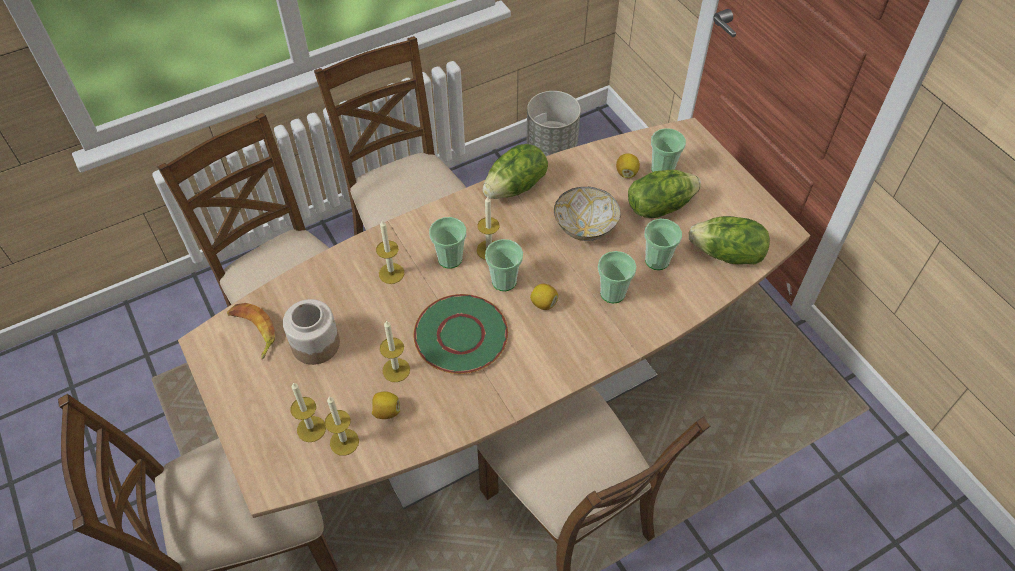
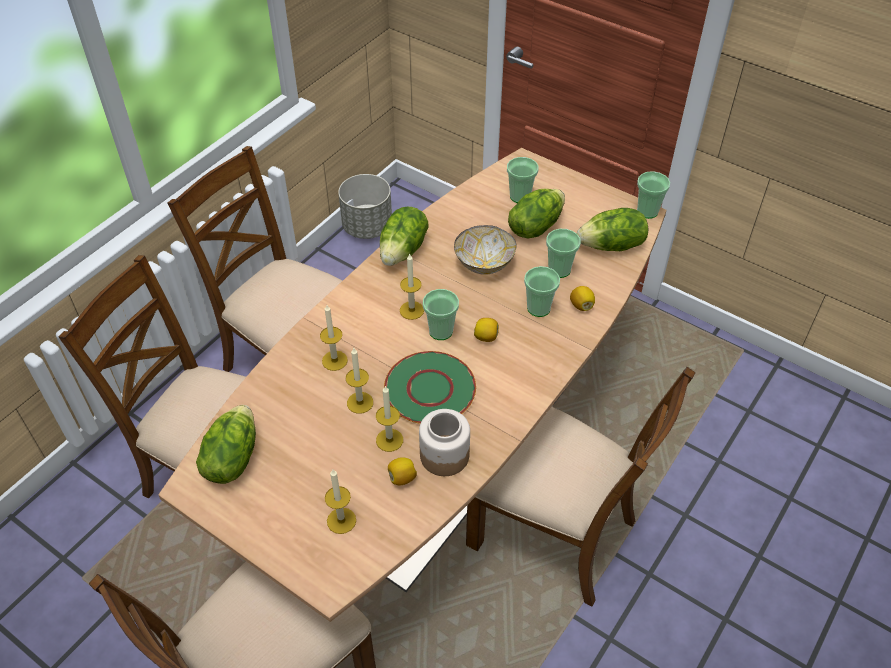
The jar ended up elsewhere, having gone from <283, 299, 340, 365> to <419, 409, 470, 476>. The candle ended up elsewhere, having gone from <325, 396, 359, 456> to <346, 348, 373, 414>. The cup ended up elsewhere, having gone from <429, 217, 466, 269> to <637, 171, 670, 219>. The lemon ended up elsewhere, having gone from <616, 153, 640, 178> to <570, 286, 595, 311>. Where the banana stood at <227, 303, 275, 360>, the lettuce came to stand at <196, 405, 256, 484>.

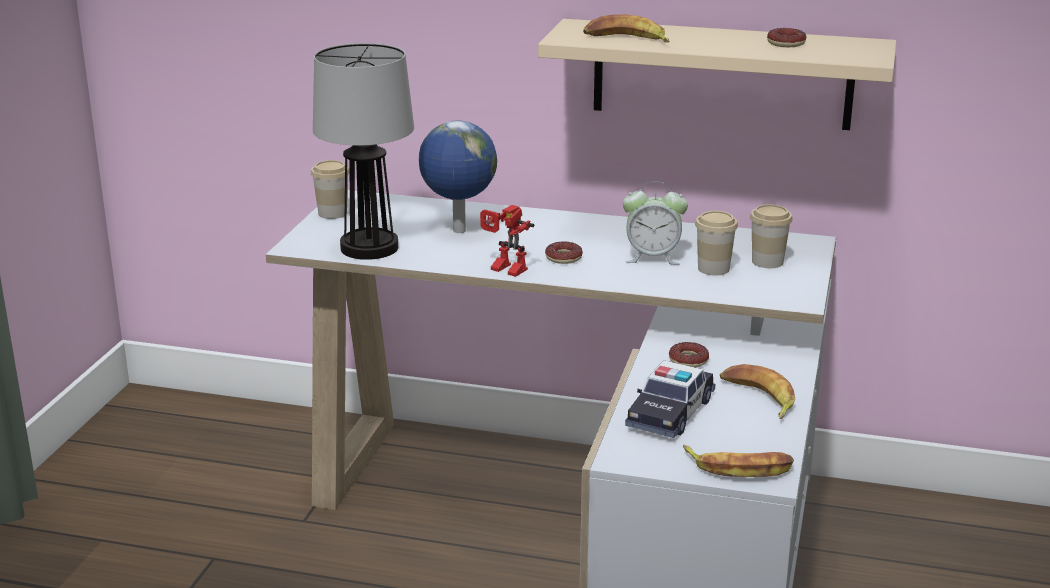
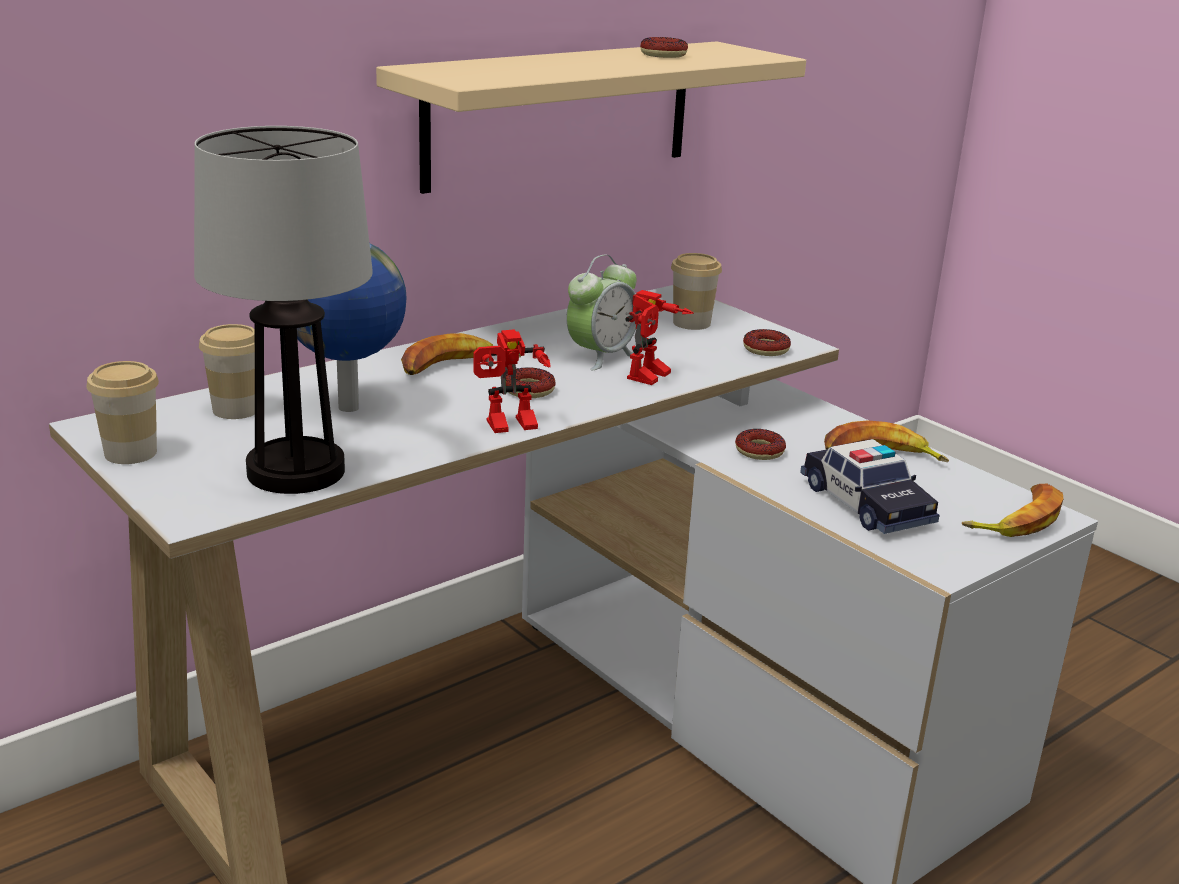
The second view gained the toy_robot at <625, 290, 693, 385>. The second view gained the donut at <743, 329, 791, 356>. The banana ended up elsewhere, having gone from <583, 14, 669, 43> to <401, 333, 521, 375>. The cup ended up elsewhere, having gone from <695, 211, 738, 275> to <199, 324, 255, 419>.

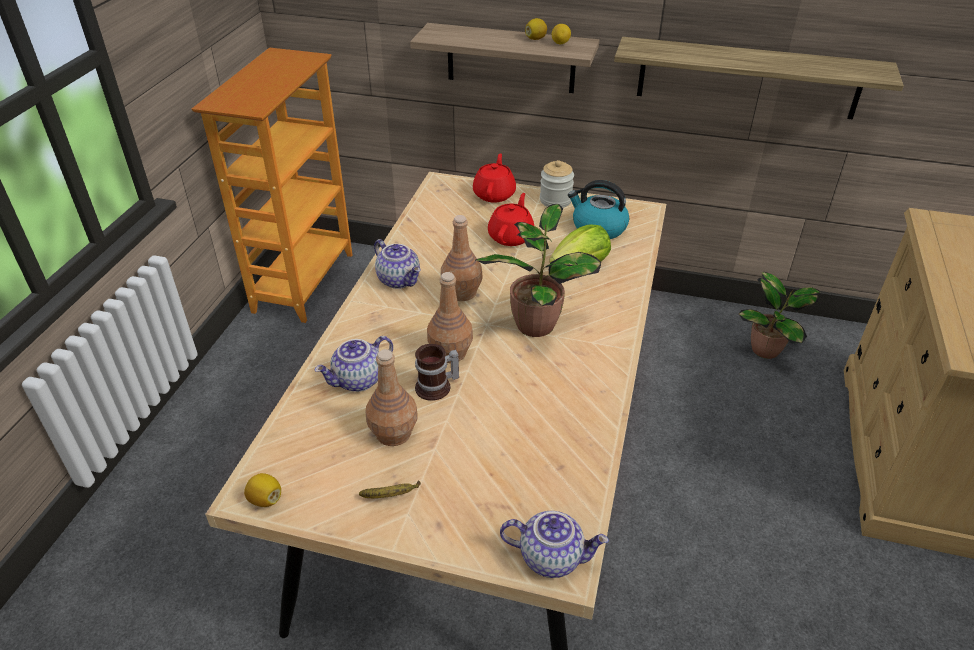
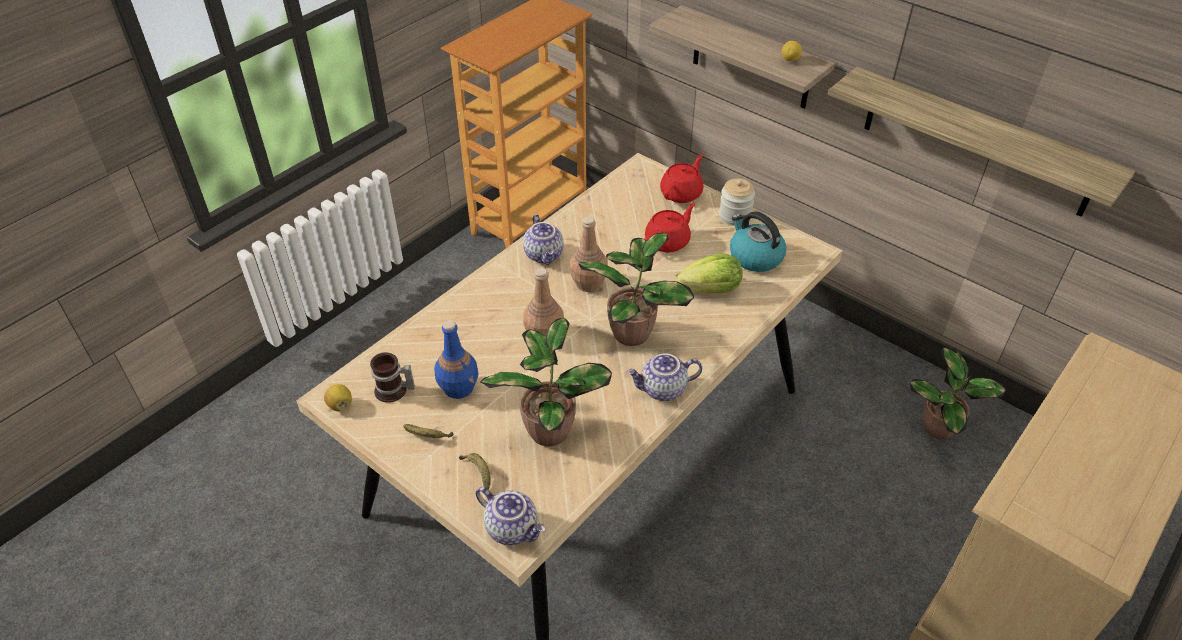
The second view lost the lemon at <525, 18, 547, 40>. The second view gained the banana at <459, 453, 491, 489>. The second view gained the potted_plant at <481, 318, 612, 446>. The teapot ended up elsewhere, having gone from <315, 336, 393, 392> to <626, 354, 702, 401>. The mug ended up elsewhere, having gone from <415, 344, 459, 401> to <370, 352, 415, 403>. What was the brown_bottle at <365, 349, 418, 446> turned into the blue_bottle at <434, 320, 479, 399>.

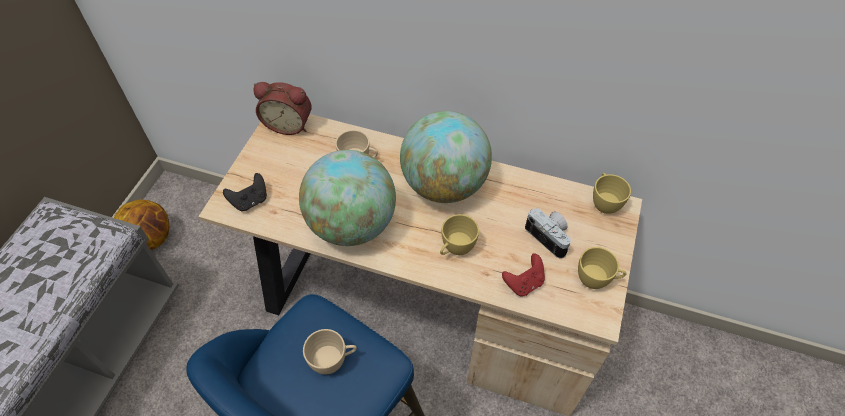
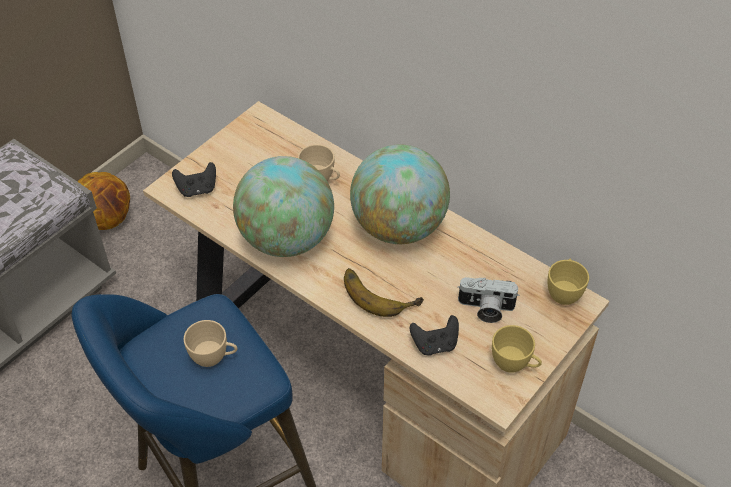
The second view lost the alarm_clock at <253, 82, 312, 135>. Where the yellow_cup stood at <440, 214, 479, 255>, the banana came to stand at <344, 268, 424, 317>. What was the red_game_controller at <502, 253, 545, 296> turned into the black_game_controller at <410, 315, 459, 356>. The photo_camera at <525, 208, 571, 259> ended up facing another way, 120 degrees clockwise from before.

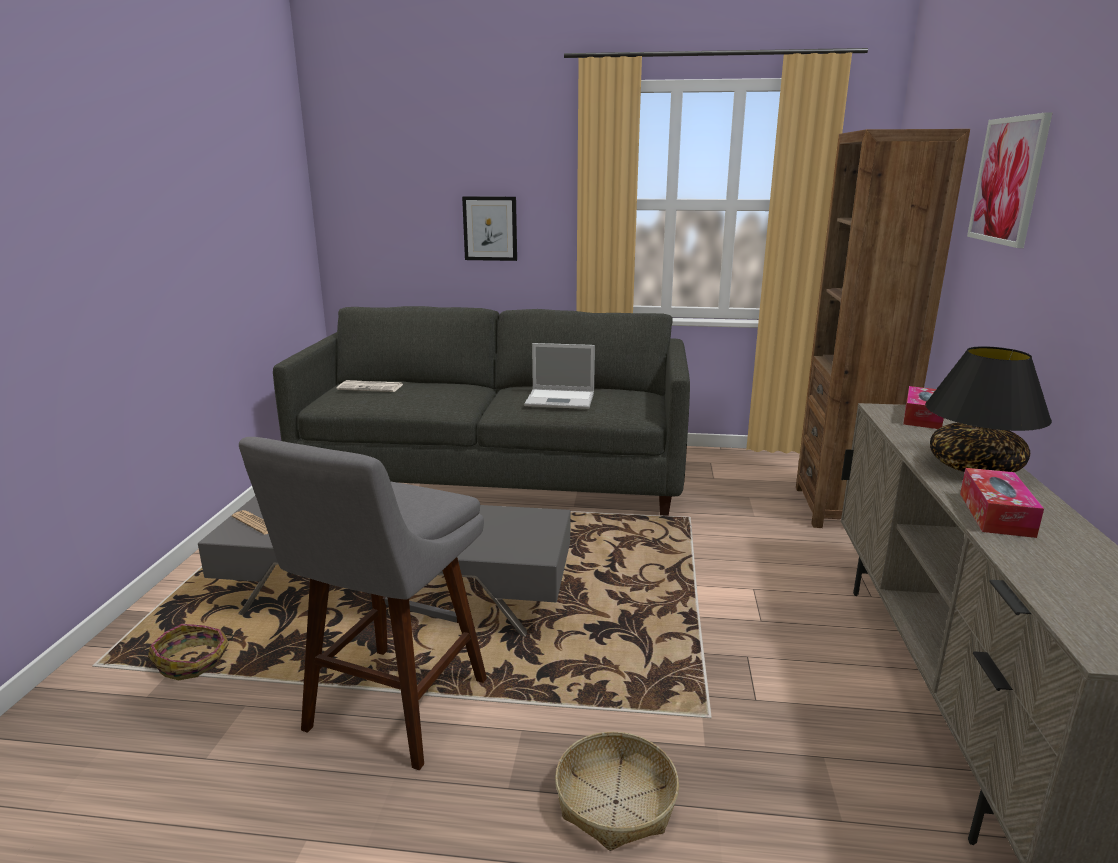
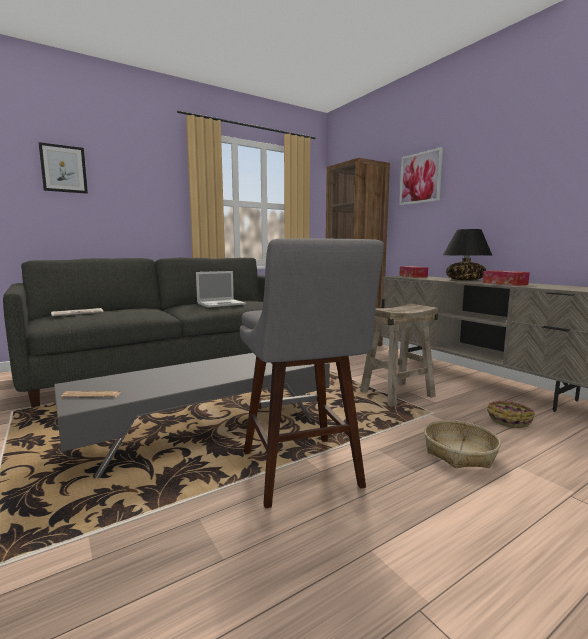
The second view gained the beige_stool at <360, 304, 438, 407>. The basket ended up elsewhere, having gone from <148, 624, 233, 680> to <487, 401, 535, 428>. The picture ended up elsewhere, having gone from <462, 196, 517, 261> to <39, 142, 88, 194>.

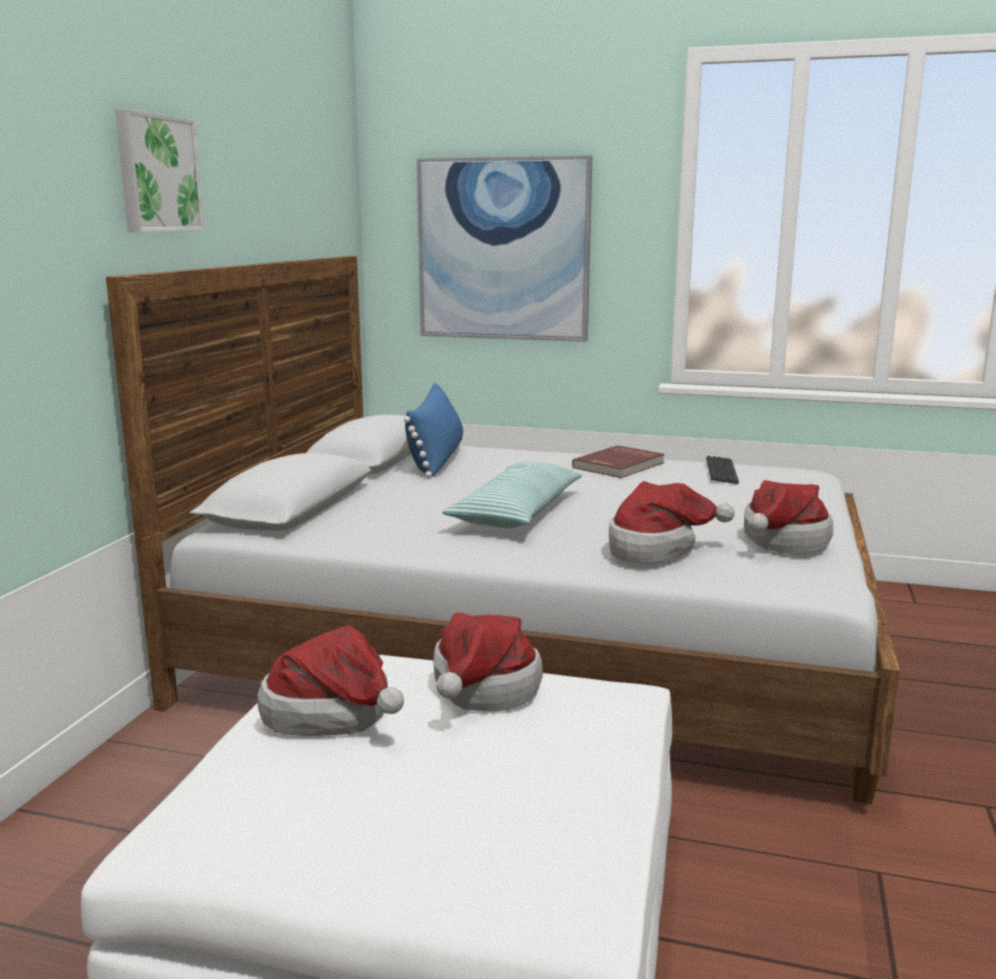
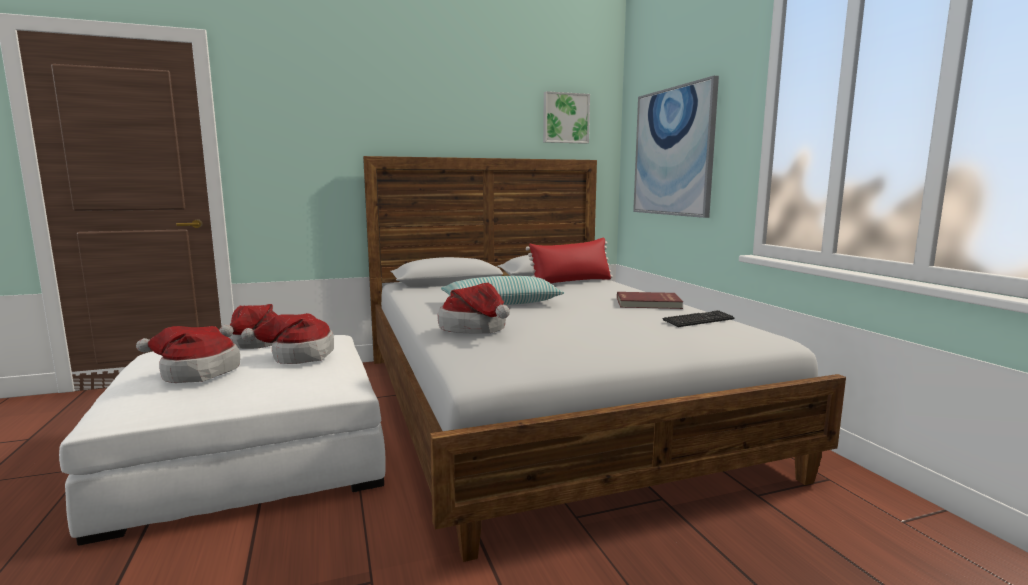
The picture ended up elsewhere, having gone from <115, 109, 204, 232> to <543, 91, 590, 144>. The hat ended up elsewhere, having gone from <744, 480, 833, 554> to <136, 326, 240, 383>. What was the blue_pillow at <404, 383, 463, 478> turned into the red_pillow at <526, 238, 613, 283>.

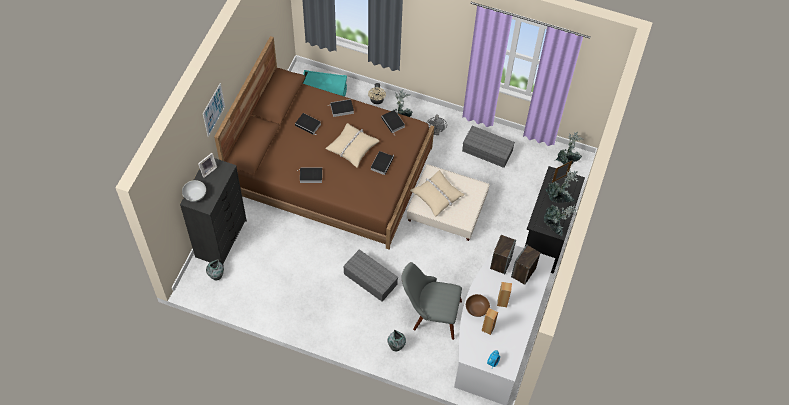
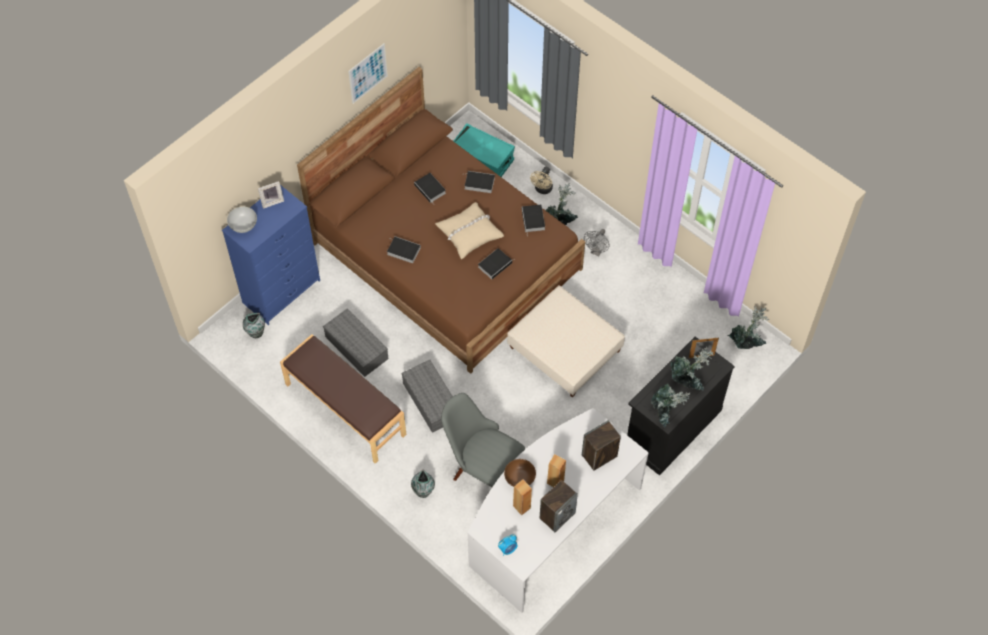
The second view lost the beige_pillow at <410, 170, 464, 217>. The second view gained the brown_bench at <280, 334, 406, 464>. The picture ended up elsewhere, having gone from <203, 83, 225, 137> to <348, 43, 388, 104>. The grey_storage_box ended up elsewhere, having gone from <462, 126, 515, 168> to <323, 308, 389, 377>. The speaker ended up elsewhere, having gone from <490, 235, 516, 274> to <540, 480, 578, 533>. What was the black_dresser at <180, 156, 247, 265> turned into the blue_dresser at <222, 185, 320, 325>.

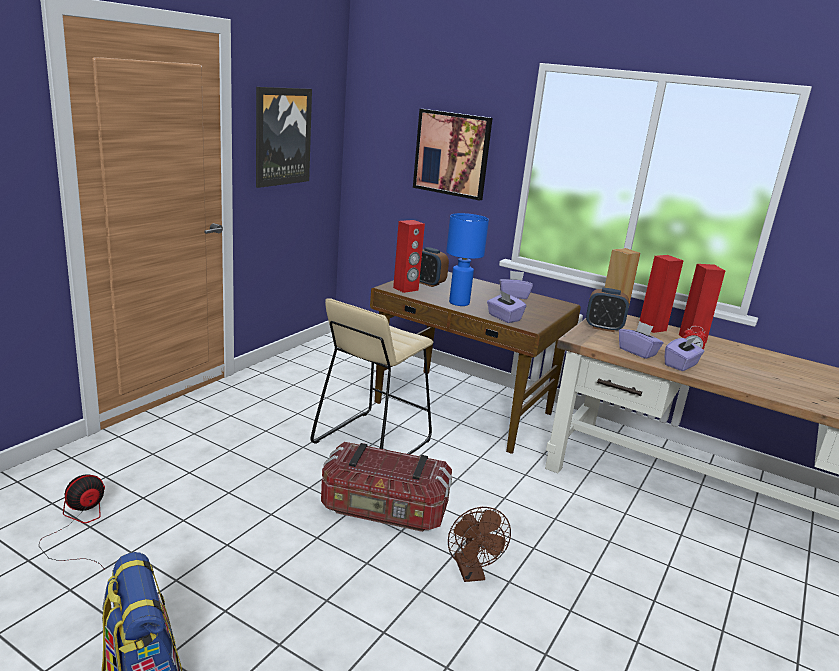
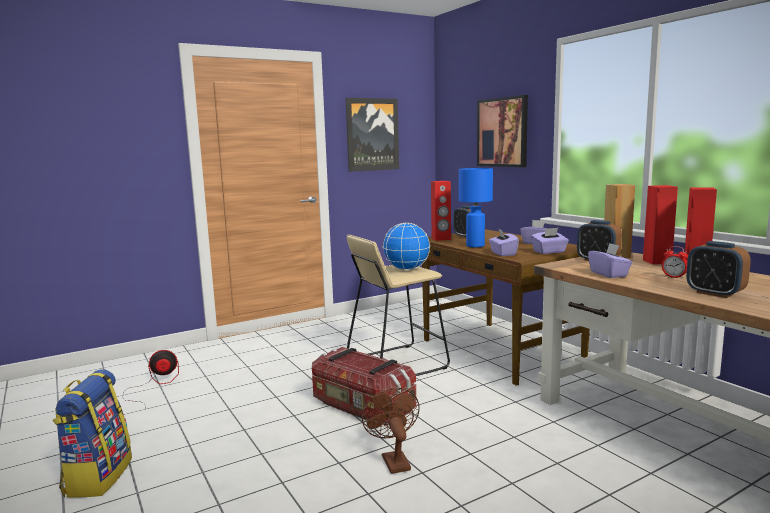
The second view gained the globe at <383, 223, 430, 270>. The second view gained the alarm_clock at <686, 241, 751, 298>. The purple_tissue_box ended up elsewhere, having gone from <665, 337, 704, 371> to <531, 228, 569, 254>. The brown_fan at <448, 507, 511, 582> ended up facing another way, 150 degrees clockwise from before.

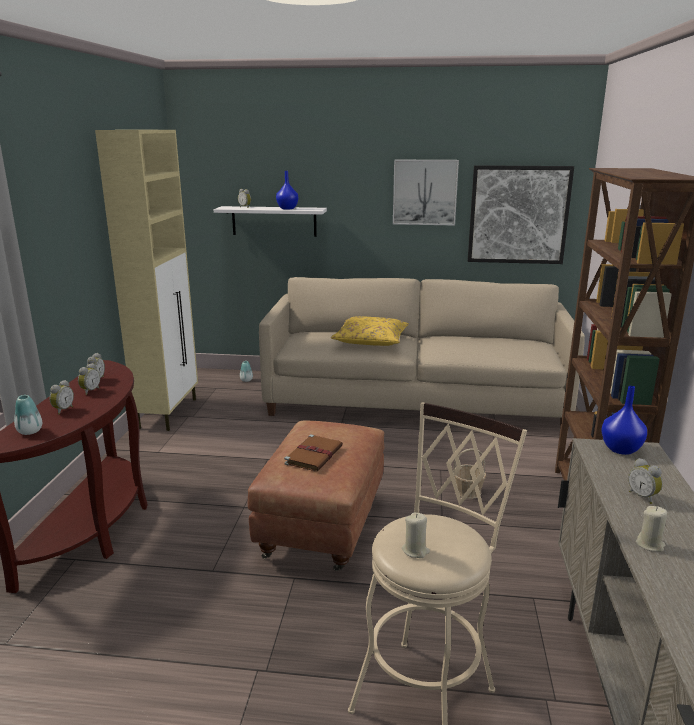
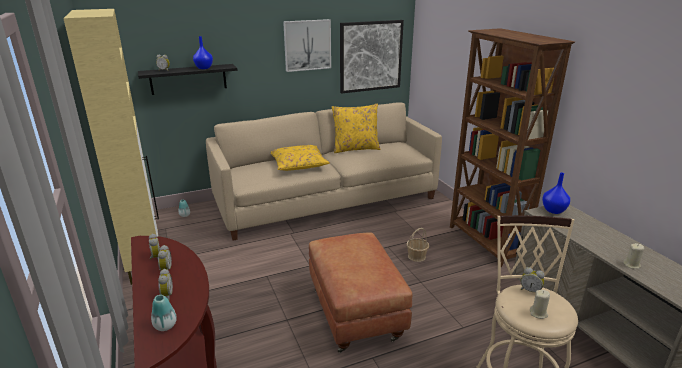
The second view lost the brown_book at <284, 435, 343, 471>. The second view gained the yellow_pillow at <331, 103, 381, 153>. The alarm_clock ended up elsewhere, having gone from <628, 458, 663, 504> to <521, 267, 545, 292>. What was the white_shelf at <214, 206, 327, 237> turned into the black_shelf at <138, 64, 238, 95>.

